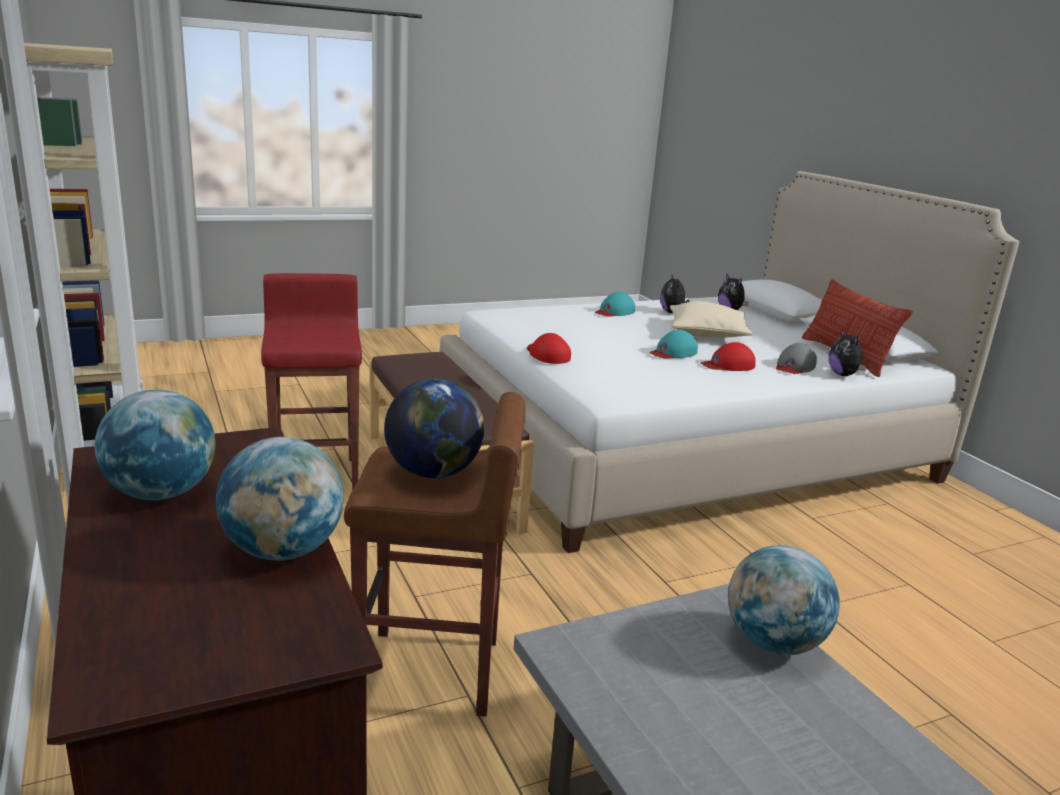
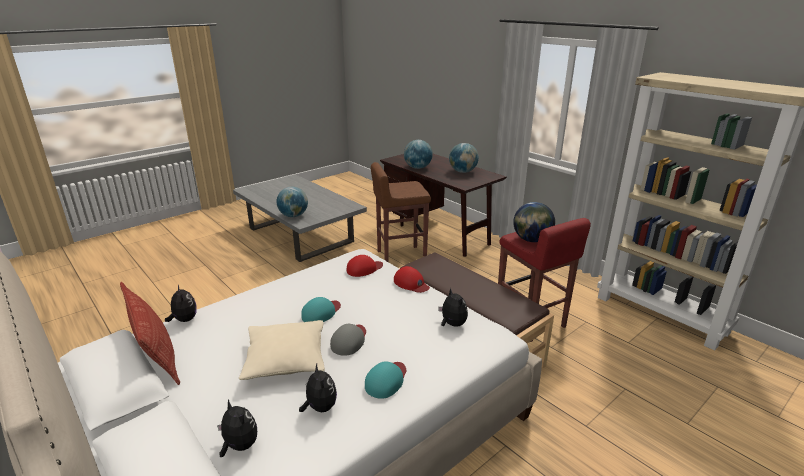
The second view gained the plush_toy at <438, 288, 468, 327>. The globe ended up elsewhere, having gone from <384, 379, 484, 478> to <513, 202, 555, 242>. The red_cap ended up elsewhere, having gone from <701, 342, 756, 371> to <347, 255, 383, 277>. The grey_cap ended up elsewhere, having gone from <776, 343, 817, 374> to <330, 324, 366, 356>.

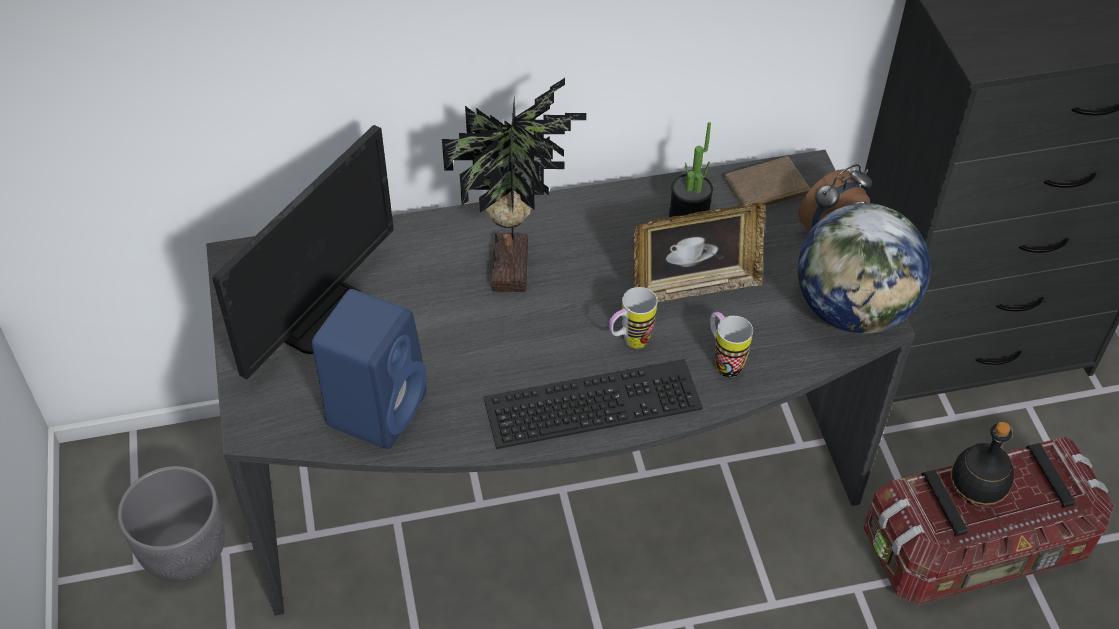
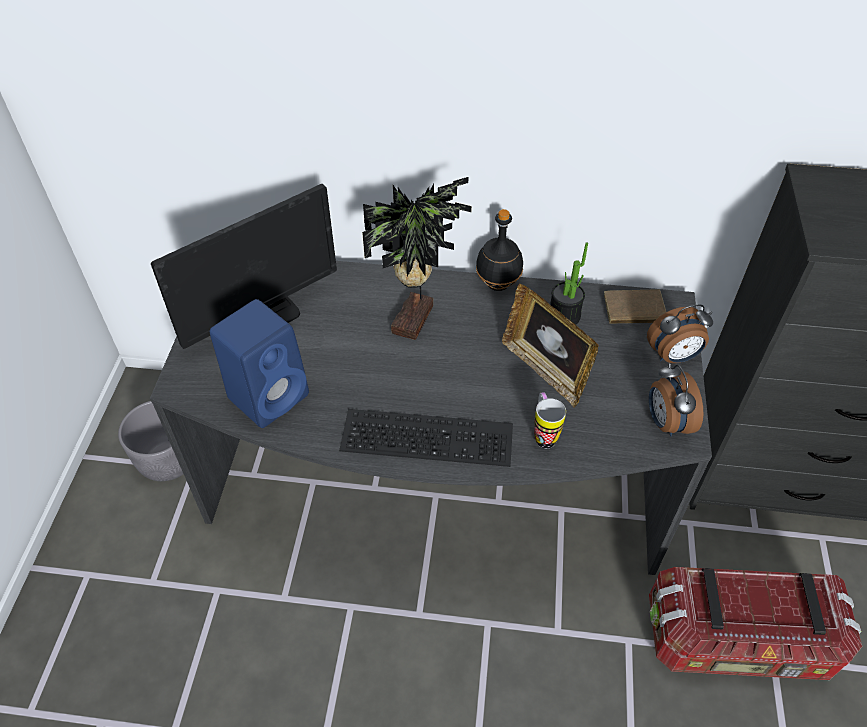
The second view lost the mug at <609, 287, 657, 348>. The black_bottle ended up elsewhere, having gone from <951, 422, 1014, 506> to <476, 209, 523, 291>. Where the globe stood at <798, 203, 931, 334>, the alarm_clock came to stand at <649, 363, 703, 437>. The picture_frame at <633, 203, 766, 303> ended up facing another way, 45 degrees clockwise from before.

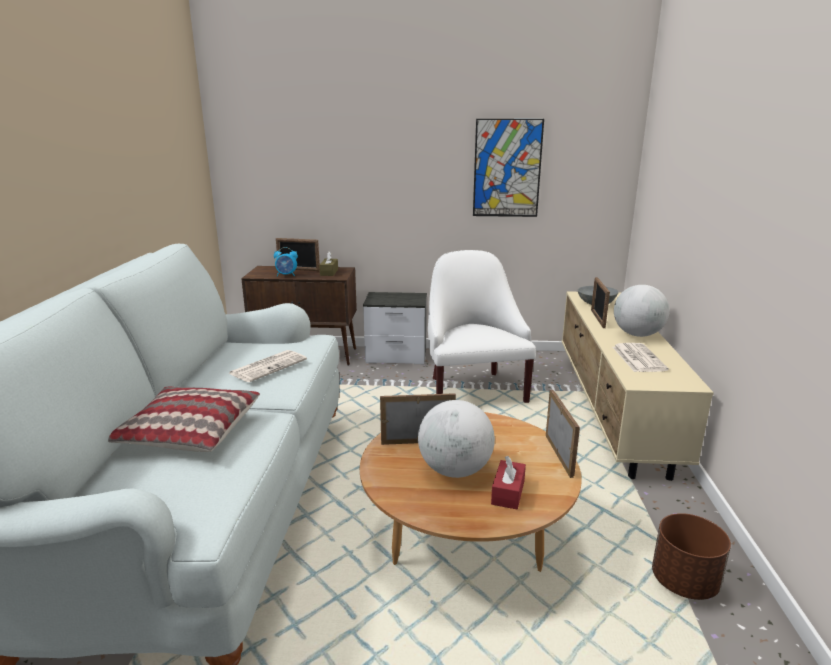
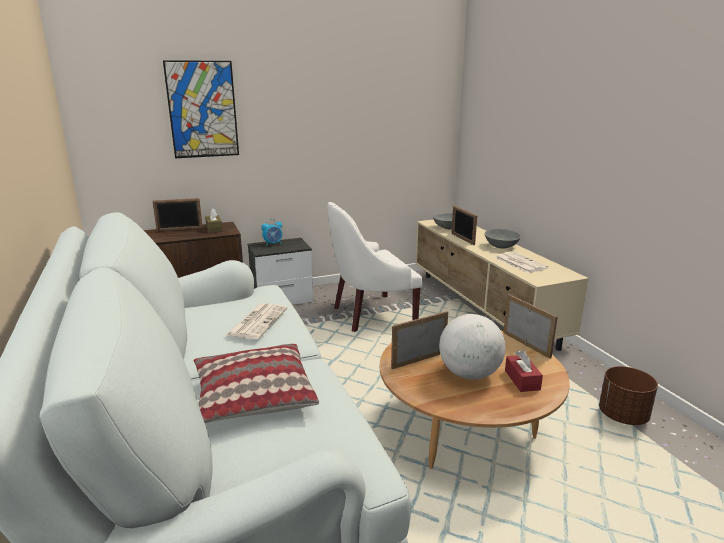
The alarm_clock ended up elsewhere, having gone from <274, 247, 298, 276> to <261, 219, 282, 246>. The picture ended up elsewhere, having gone from <473, 119, 544, 217> to <163, 60, 239, 158>. Where the globe stood at <614, 285, 669, 337>, the grey_bowl came to stand at <484, 229, 521, 248>. The white_armchair at <428, 250, 536, 403> ended up facing another way, 75 degrees counterclockwise from before.

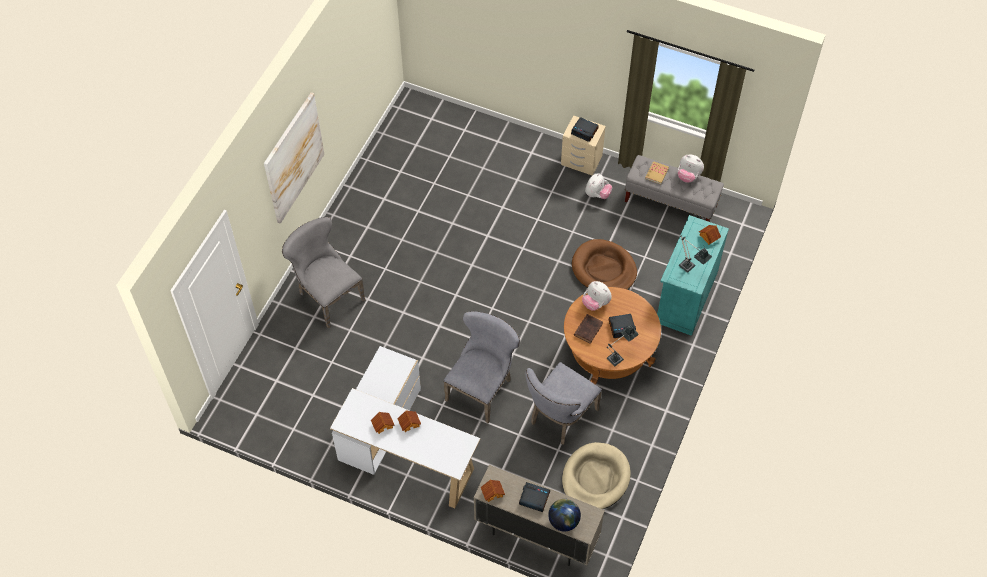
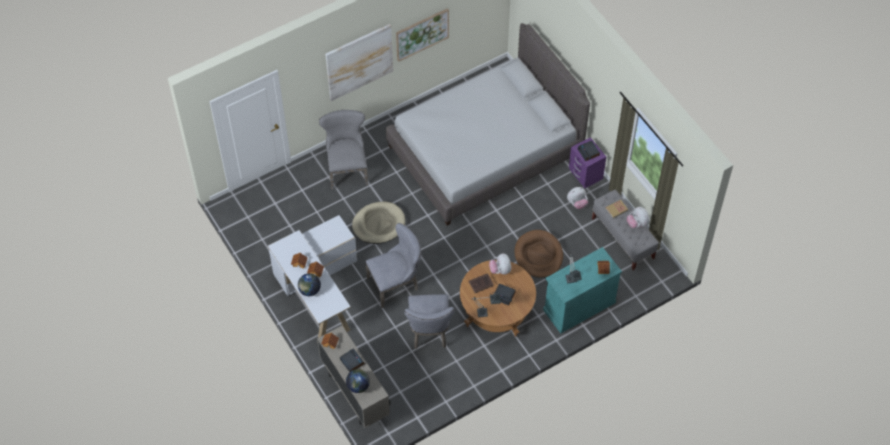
The second view gained the globe at <298, 273, 321, 296>. The second view gained the grey_bed at <386, 23, 590, 226>. The second view gained the picture at <396, 8, 449, 62>. The beige_dog_bed ended up elsewhere, having gone from <562, 442, 631, 509> to <352, 201, 405, 244>. What was the beige_nightstand at <561, 115, 606, 175> turned into the purple_nightstand at <569, 137, 606, 188>. The grey_chair at <525, 362, 602, 445> ended up facing another way, 75 degrees counterclockwise from before.

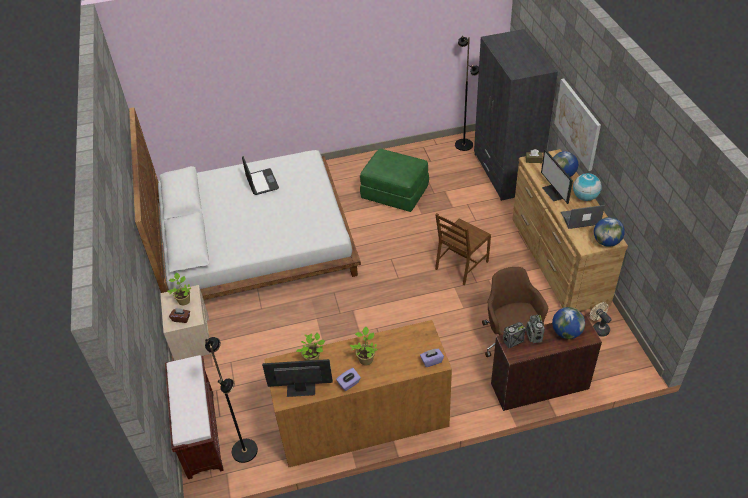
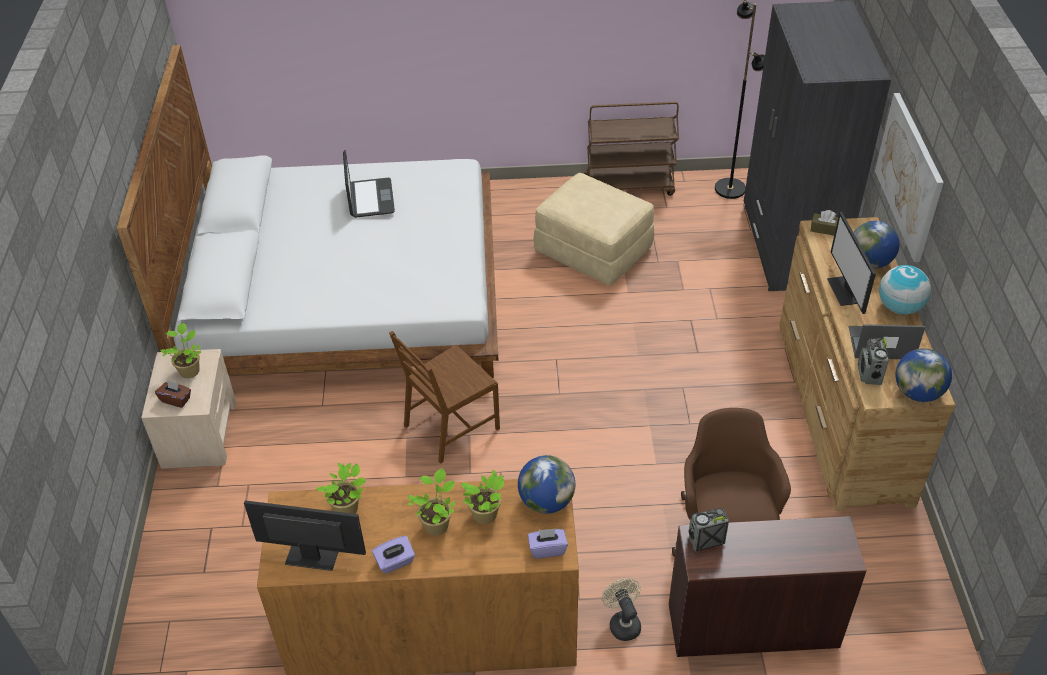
The second view lost the brown_bench at <165, 355, 224, 479>. The second view lost the black_floor_lamp at <205, 337, 258, 463>. The second view gained the potted_plant at <460, 470, 504, 524>. The second view gained the brown_cart at <584, 102, 679, 196>. The brown_chair ended up elsewhere, having gone from <435, 213, 491, 285> to <389, 331, 500, 464>. The radio ended up elsewhere, having gone from <526, 315, 545, 343> to <858, 338, 889, 385>. The globe ended up elsewhere, having gone from <552, 307, 585, 339> to <518, 455, 575, 514>. The beige_fan ended up elsewhere, having gone from <590, 302, 612, 337> to <601, 578, 641, 641>. What was the green_ottoman at <360, 149, 429, 212> turned into the beige_ottoman at <533, 173, 654, 286>.

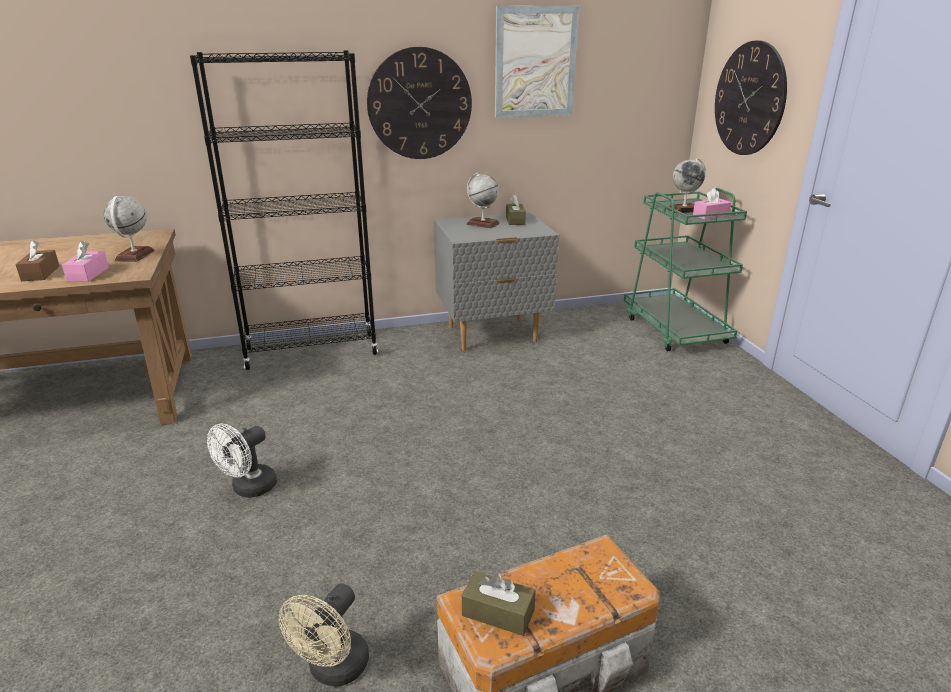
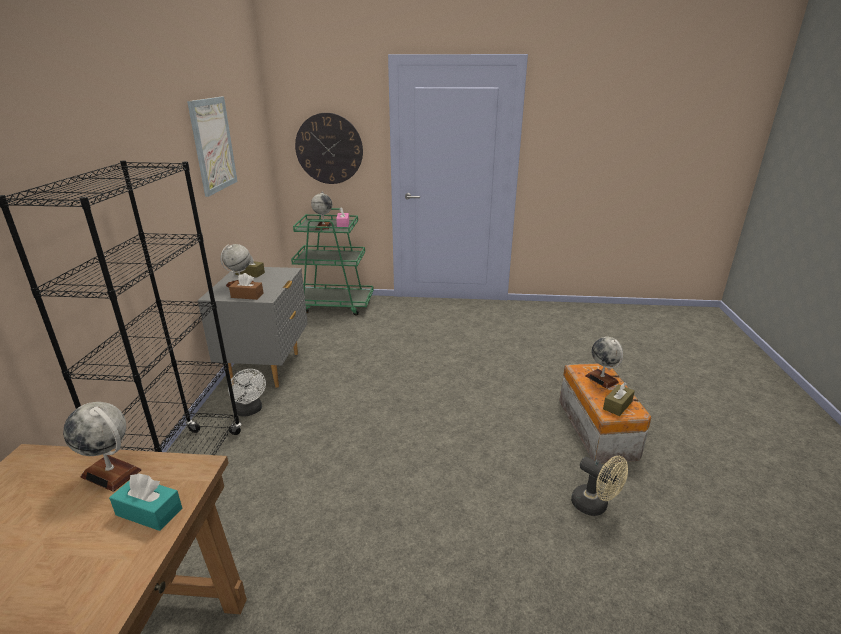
The second view lost the wall_clock at <367, 47, 472, 159>. The second view gained the globe at <585, 337, 623, 389>. The brown_tissue_box ended up elsewhere, having gone from <15, 240, 59, 281> to <229, 273, 264, 300>. The white_fan ended up elsewhere, having gone from <207, 423, 277, 498> to <228, 369, 266, 416>. What was the pink_tissue_box at <62, 241, 109, 282> turned into the turquoise_tissue_box at <109, 473, 182, 531>.

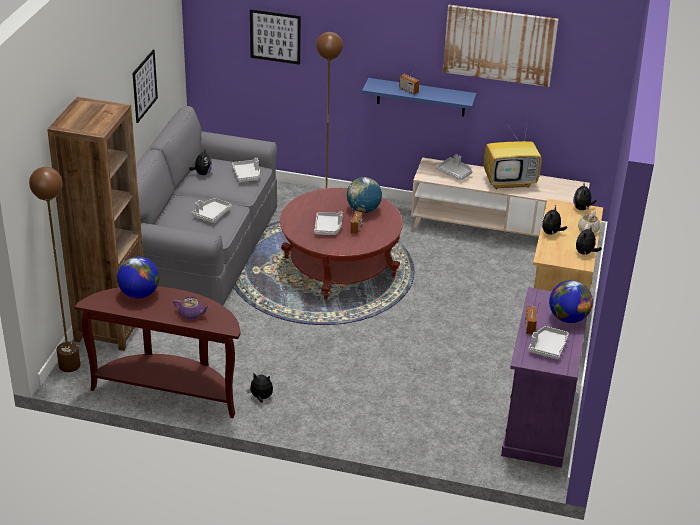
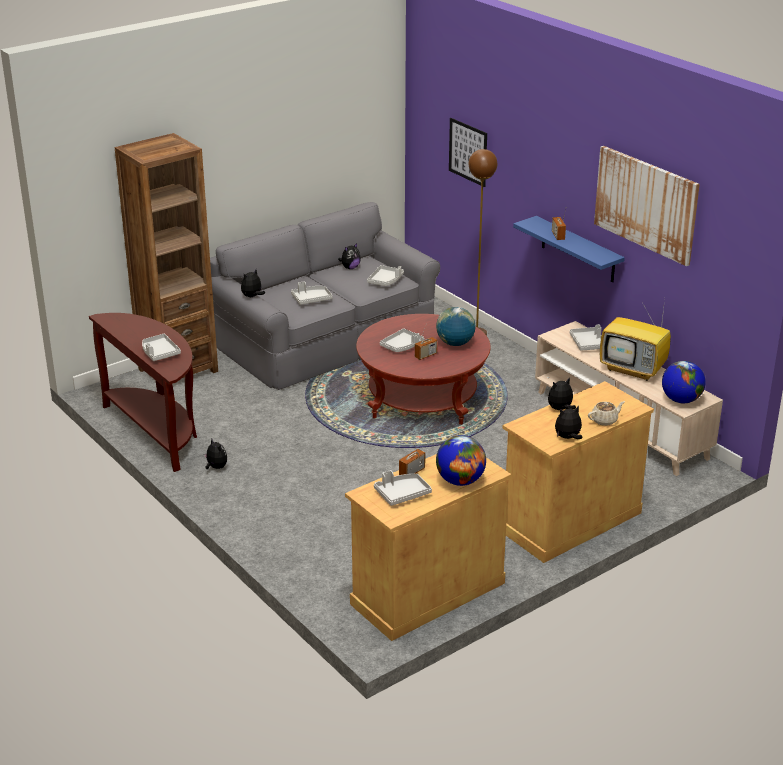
The second view lost the brown_floor_lamp at <29, 167, 81, 372>. The second view lost the picture at <132, 49, 158, 123>. The globe ended up elsewhere, having gone from <117, 257, 159, 299> to <662, 361, 706, 403>. The plush_toy ended up elsewhere, having gone from <573, 184, 596, 210> to <241, 270, 265, 297>. Where the purple_teapot stood at <173, 297, 209, 320>, the grey_tray came to stand at <142, 334, 181, 361>. What was the purple_cabinet at <501, 287, 587, 468> turned into the beige_cabinet at <345, 454, 511, 641>.

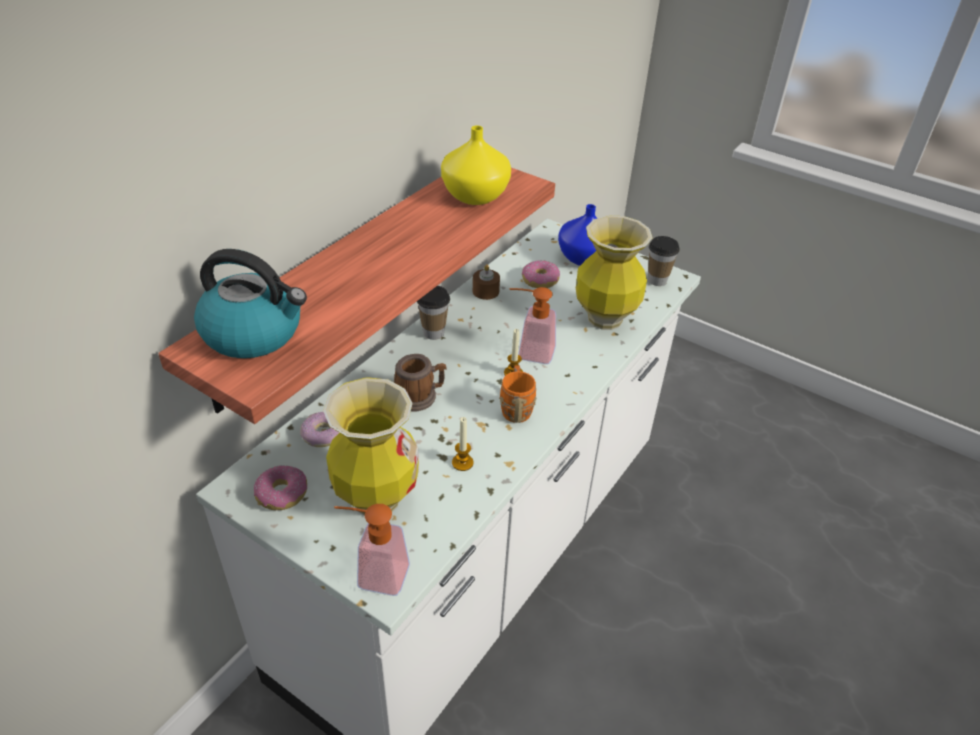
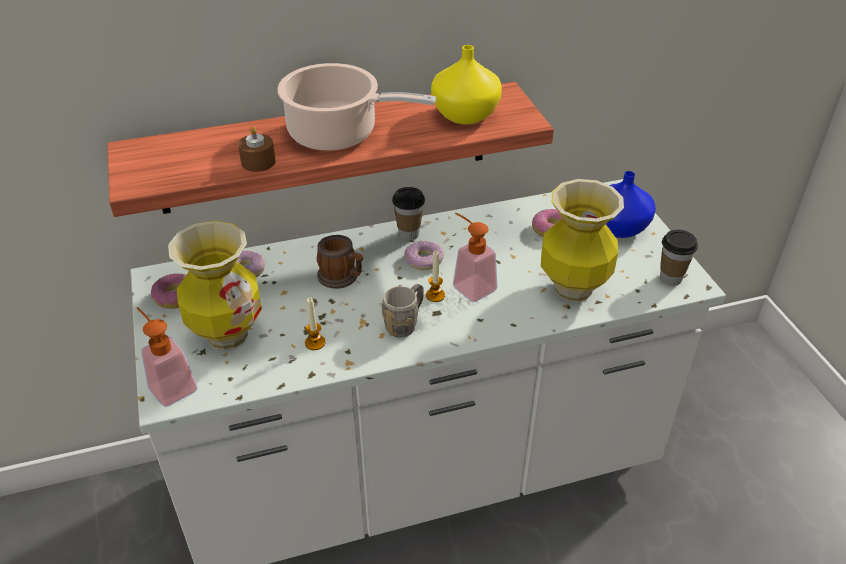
The second view lost the kettle at <194, 249, 307, 358>. The second view gained the cooking_pot at <277, 63, 436, 151>. The second view gained the donut at <404, 241, 444, 270>. The brown_candle ended up elsewhere, having gone from <473, 264, 500, 300> to <238, 126, 276, 172>. What was the orange_mug at <499, 366, 537, 423> turned into the grey_mug at <382, 284, 424, 338>.

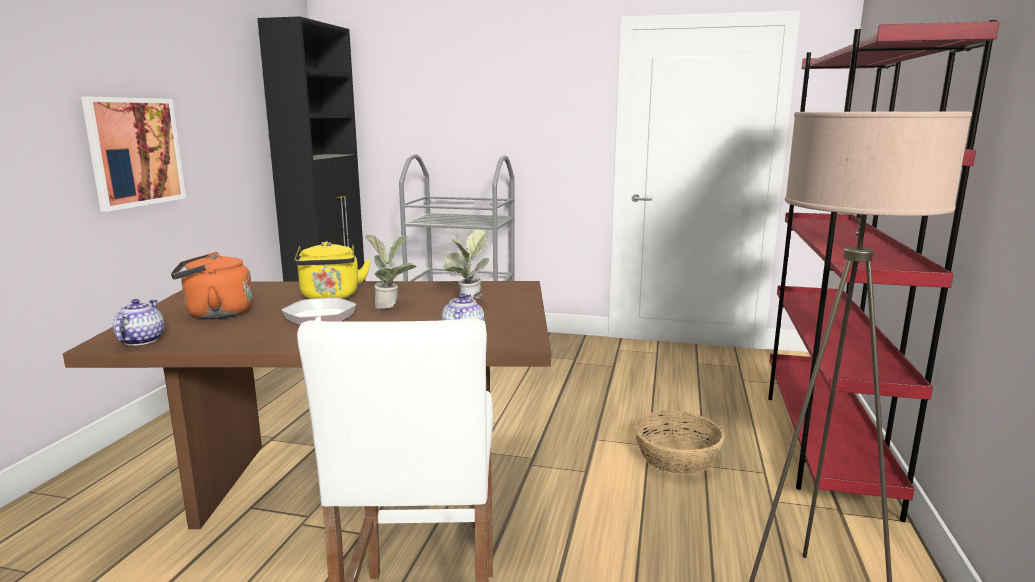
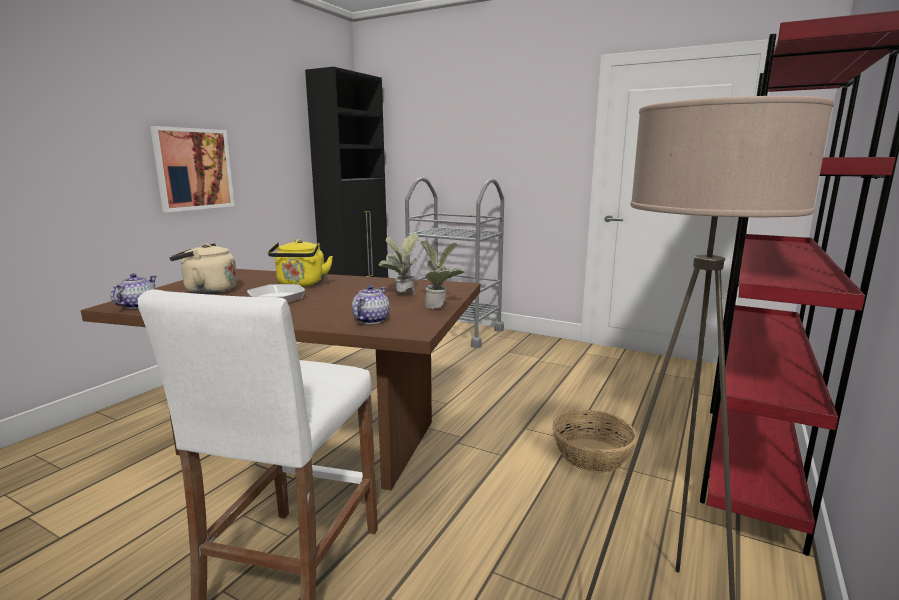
The potted_plant ended up elsewhere, having gone from <366, 235, 417, 309> to <420, 241, 465, 309>. What was the orange_kettle at <171, 252, 253, 319> turned into the beige_kettle at <169, 243, 237, 294>.

